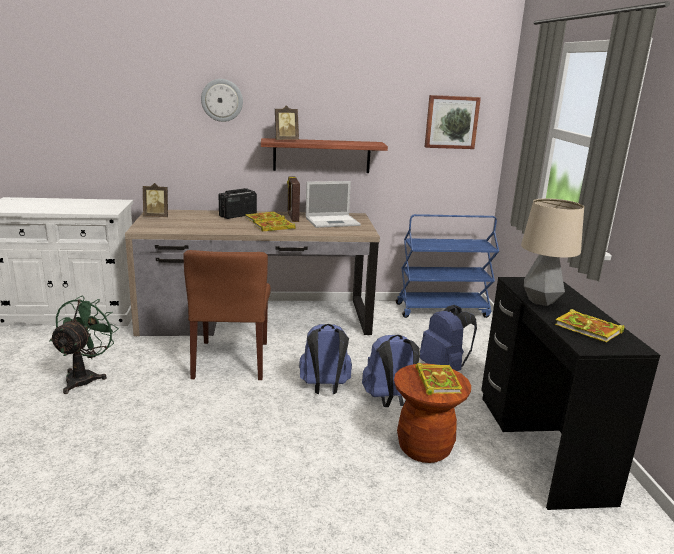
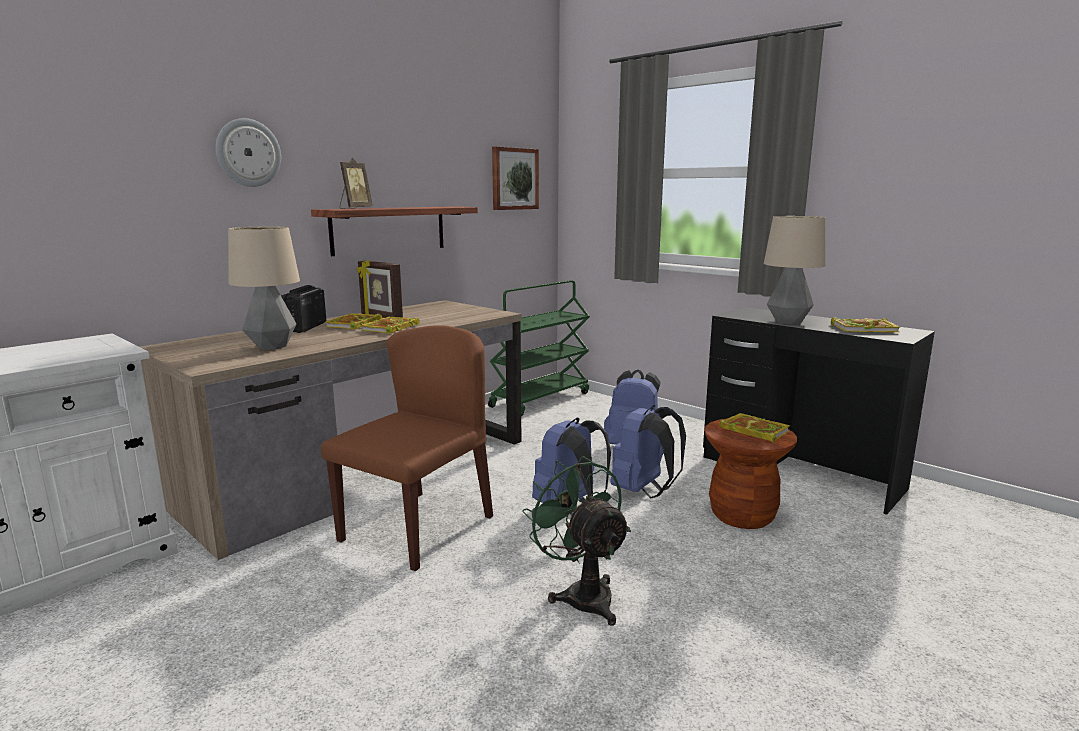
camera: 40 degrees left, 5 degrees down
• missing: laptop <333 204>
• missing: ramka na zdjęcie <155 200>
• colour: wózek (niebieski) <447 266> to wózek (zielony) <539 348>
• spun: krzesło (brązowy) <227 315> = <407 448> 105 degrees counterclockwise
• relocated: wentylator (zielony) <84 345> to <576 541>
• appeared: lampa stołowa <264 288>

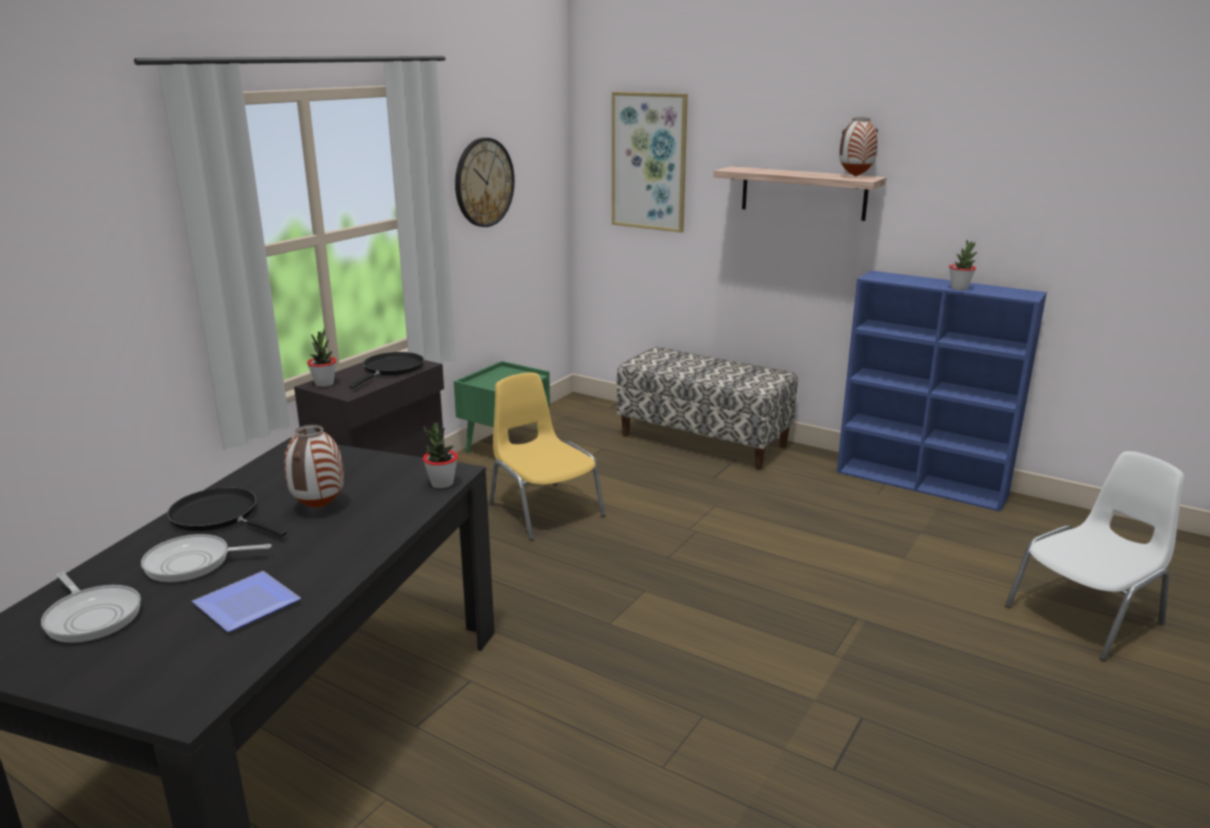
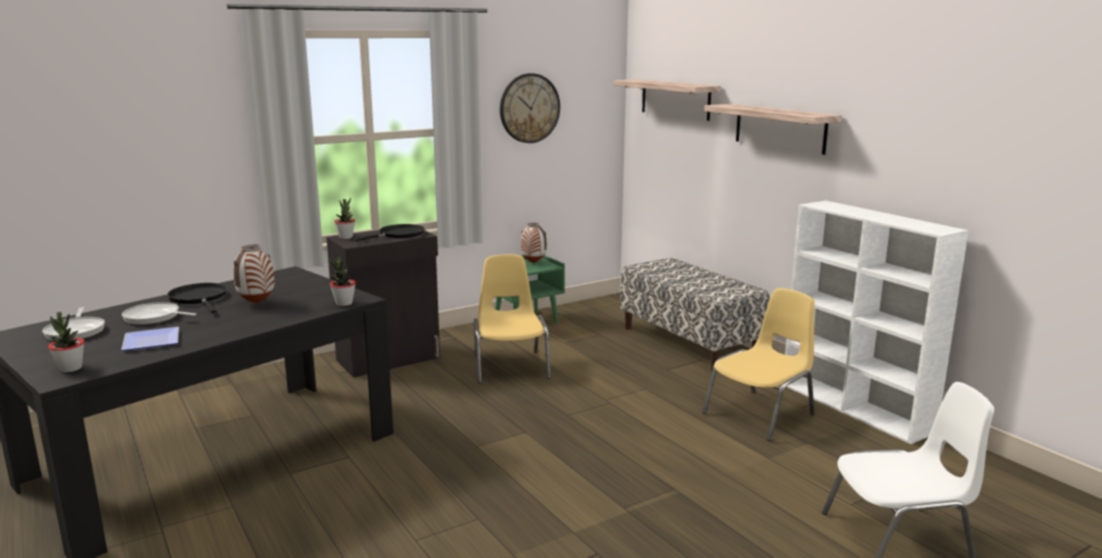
camera: 25 degrees right, 5 degrees down
• exchanged: obraz <650 162> to półka <667 100>
• relocated: wazon <858 147> to <534 243>
• relocated: roślina doniczkowa <963 265> to <66 342>
• colour: regał (niebieski) <942 391> to regał (biały) <877 322>
• appeared: krzesło (żółty) <758 364>

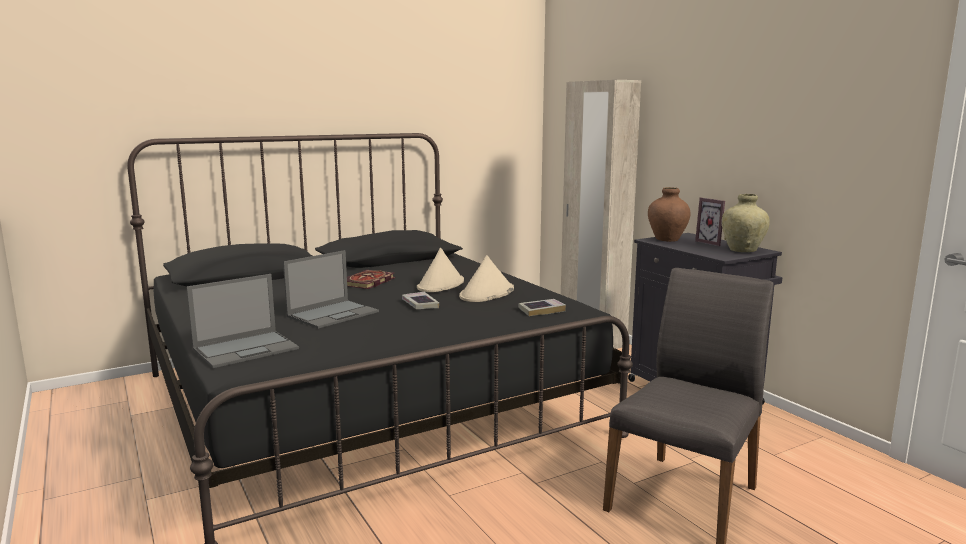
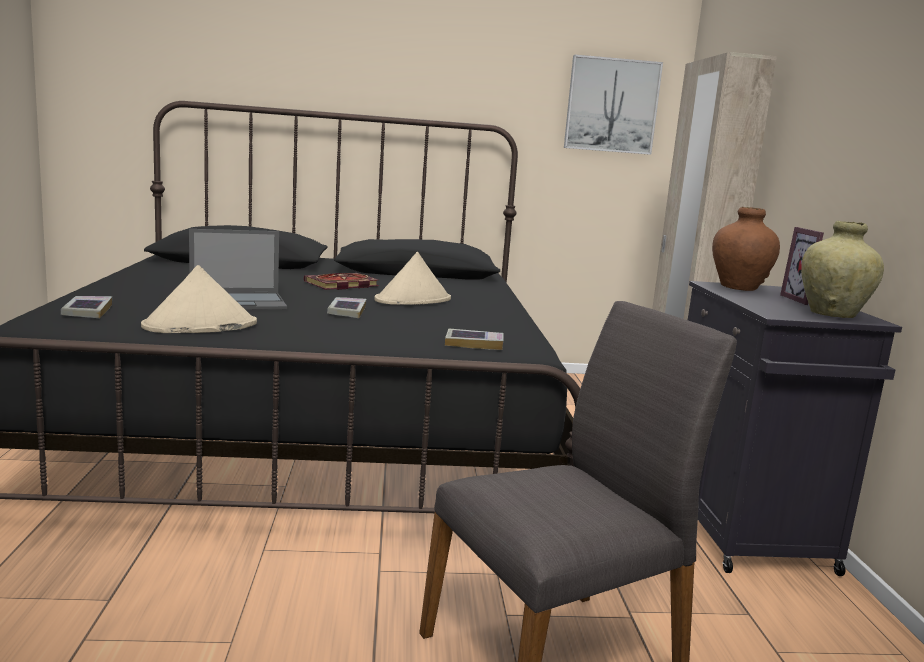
camera: 25 degrees right, 0 degrees up
• relocated: kapelusz (beżowy) <486 278> to <199 299>
• exchanged: laptop <242 321> to książka <86 307>
• appeared: obraz <613 105>

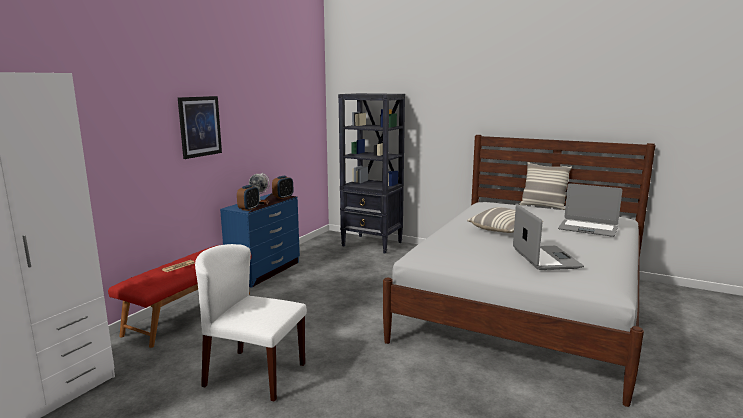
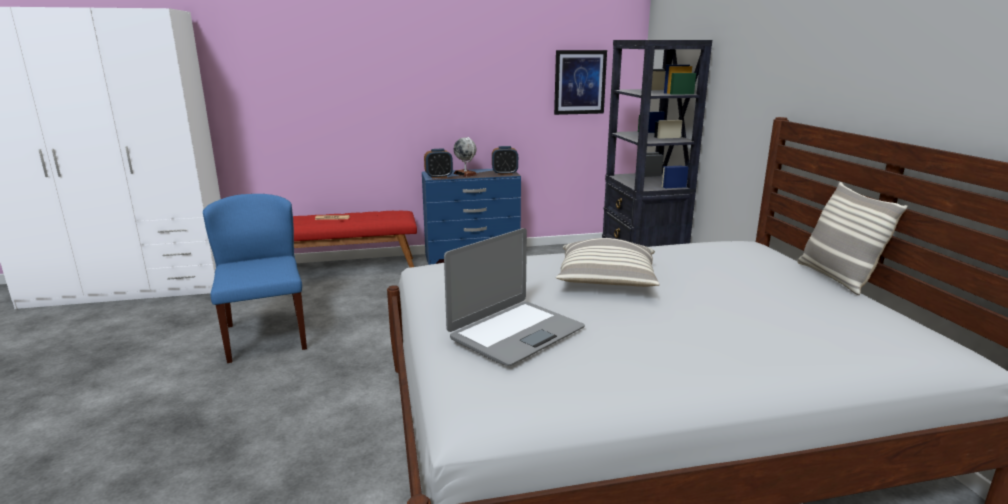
camera: 50 degrees right, 5 degrees up
• relocated: obraz <200 127> to <580 82>
• missing: laptop <590 210>
• colour: krzesło (biały) <251 323> to krzesło (niebieski) <255 278>

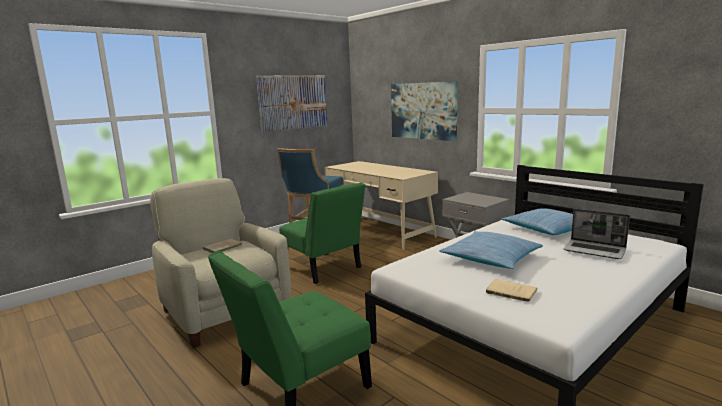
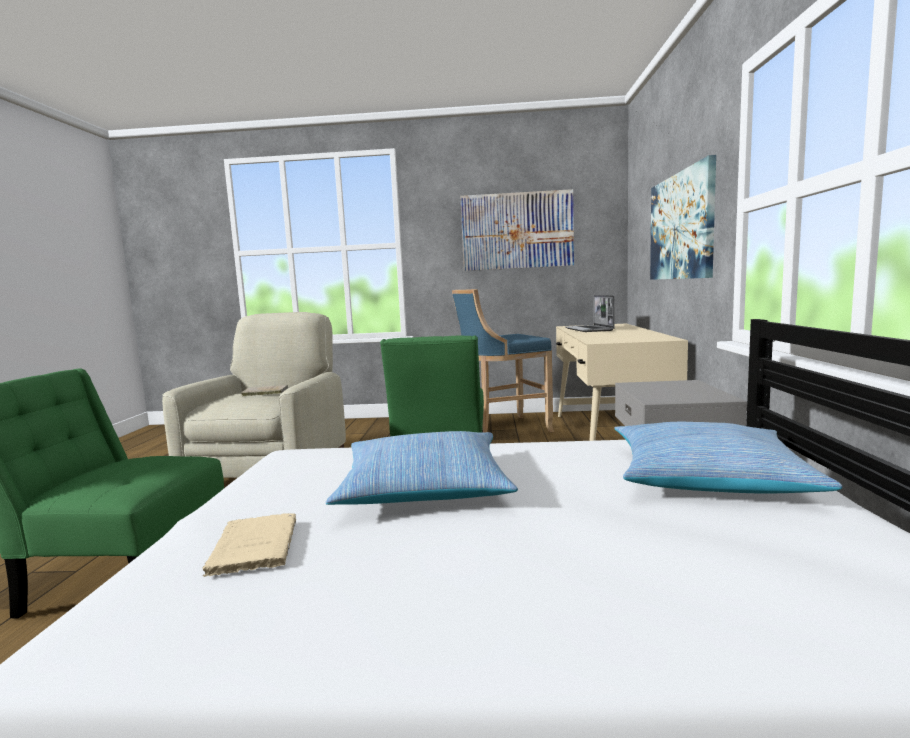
camera: 45 degrees right, 5 degrees down
• relocated: laptop <597 234> to <589 313>

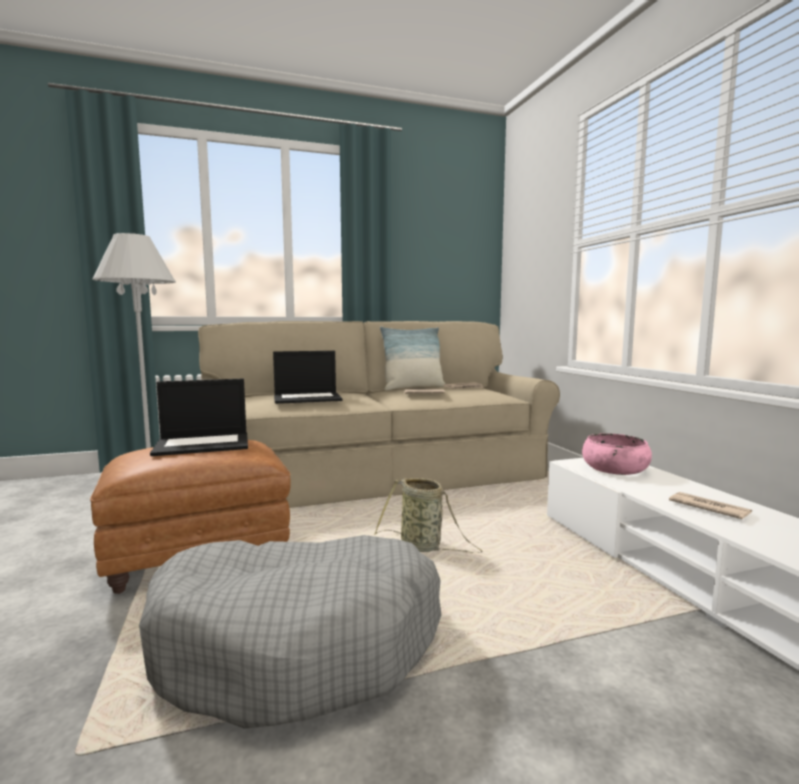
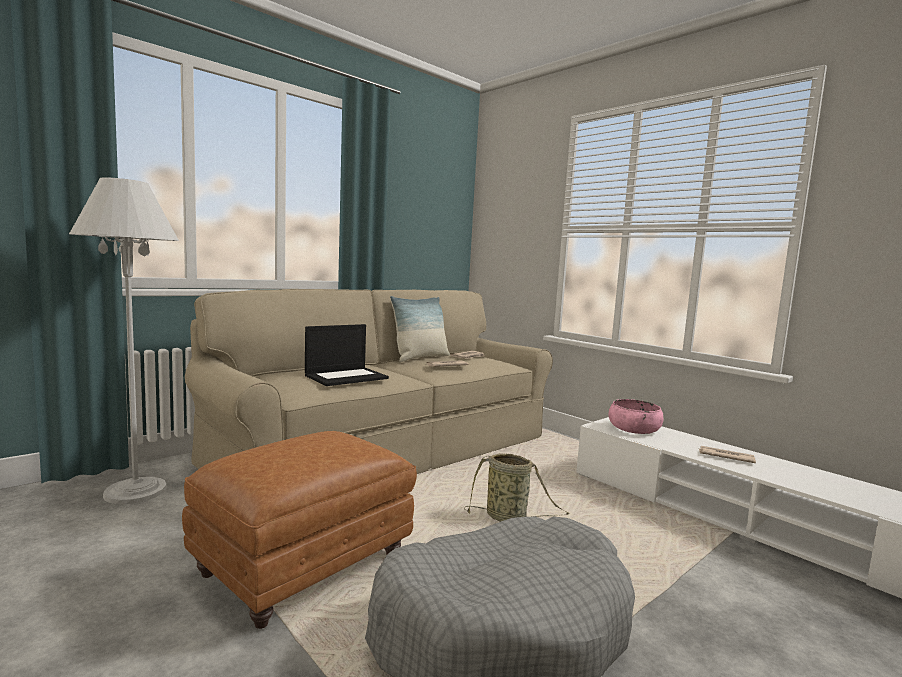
camera: 25 degrees left, 0 degrees up
• missing: laptop <199 417>

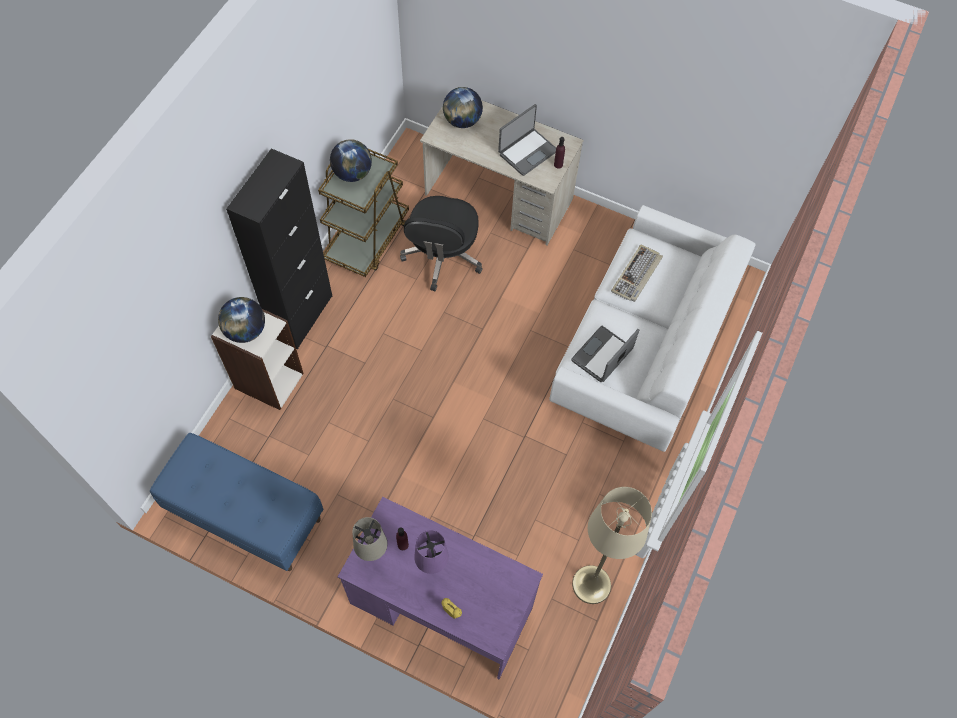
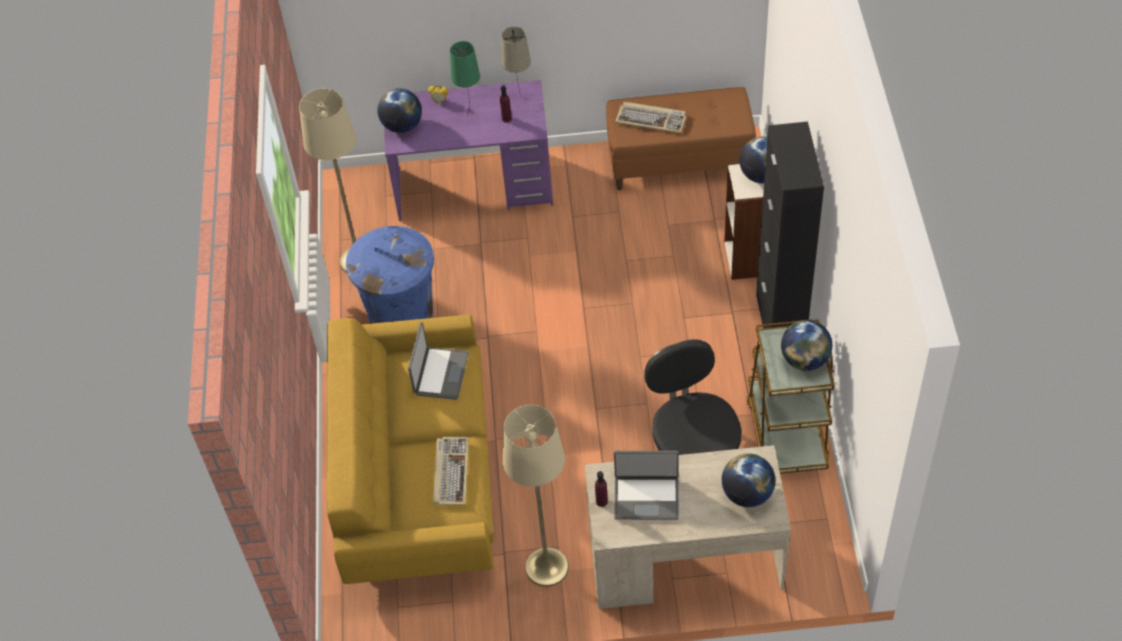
camera: 155 degrees right, 10 degrees down
• spun: laptop <527 140> = <646 485> 105 degrees counterclockwise
• colour: kanapa (biały) <652 328> to kanapa (żółty) <410 449>
• colour: ławka (niebieski) <236 502> to ławka (brązowy) <681 138>
• colour: lampa stołowa (fioletowy) <431 552> to lampa stołowa (zielony) <465 79>
• appeared: globus <399 110>
• appeared: klawiatura <650 117>
• appeared: kosz na śmieci (niebieski) <390 275>
• appeared: lampa stojąca (beżowy) <536 496>

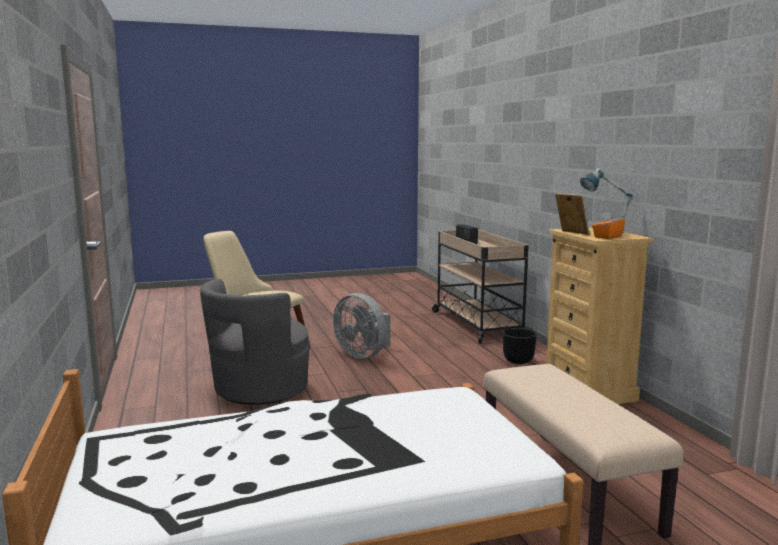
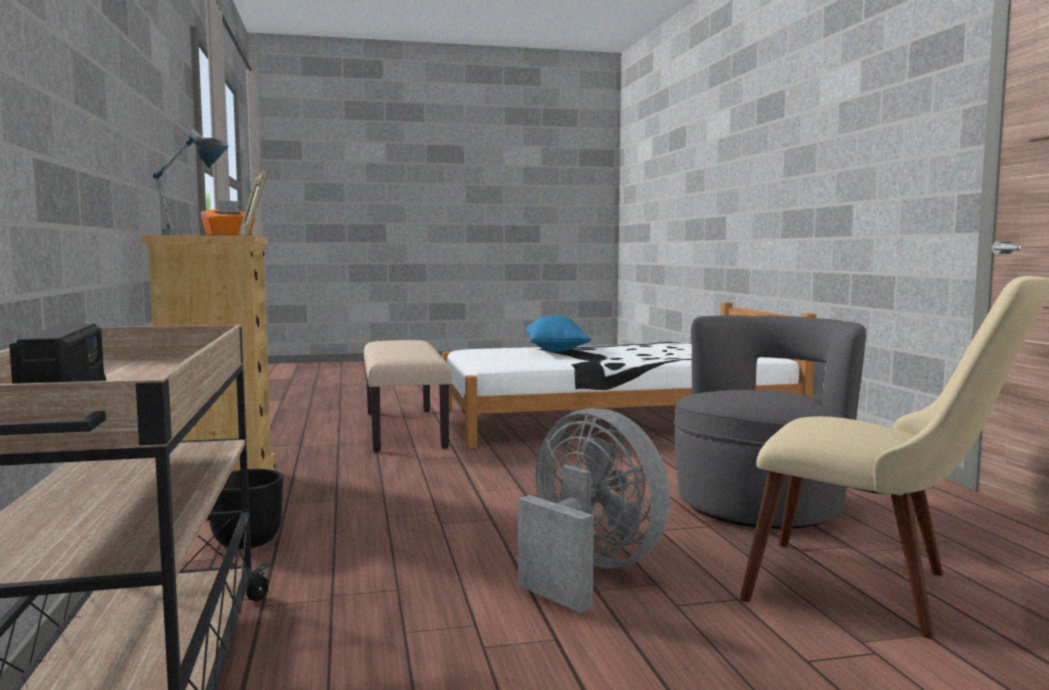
camera: 175 degrees left, 5 degrees down
• appeared: poduszka (niebieski) <558 333>

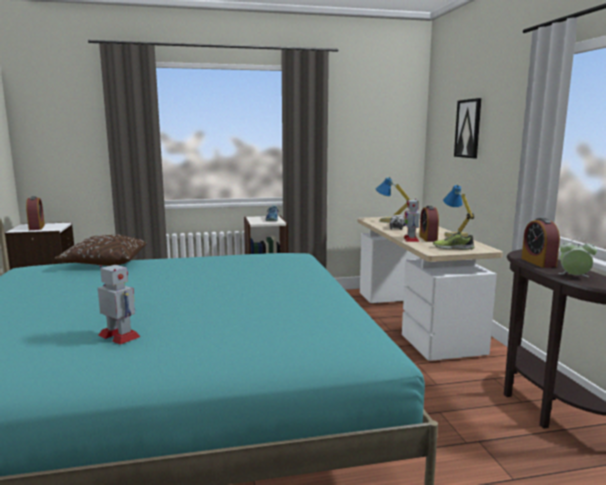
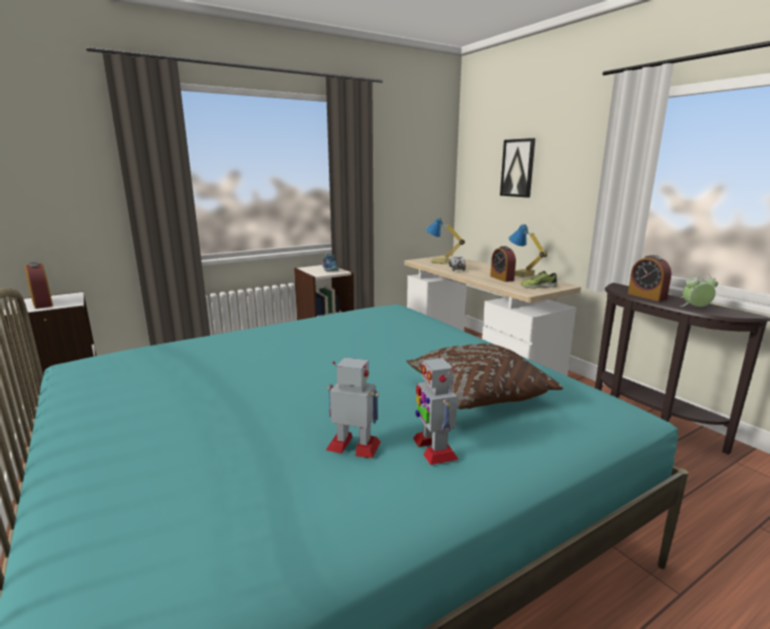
camera: 20 degrees left, 5 degrees up
• relocated: robot zabawkowy <412 220> to <436 410>
• relocated: poduszka (brązowy) <101 250> to <484 376>

